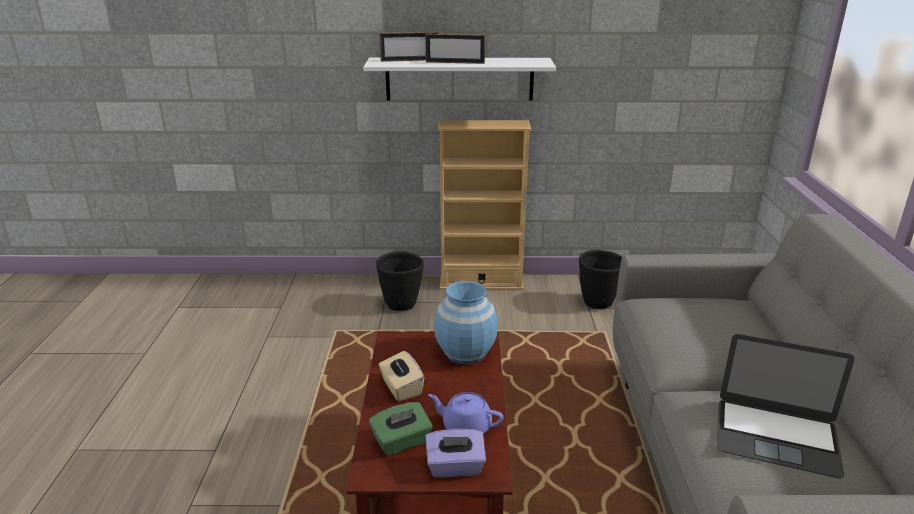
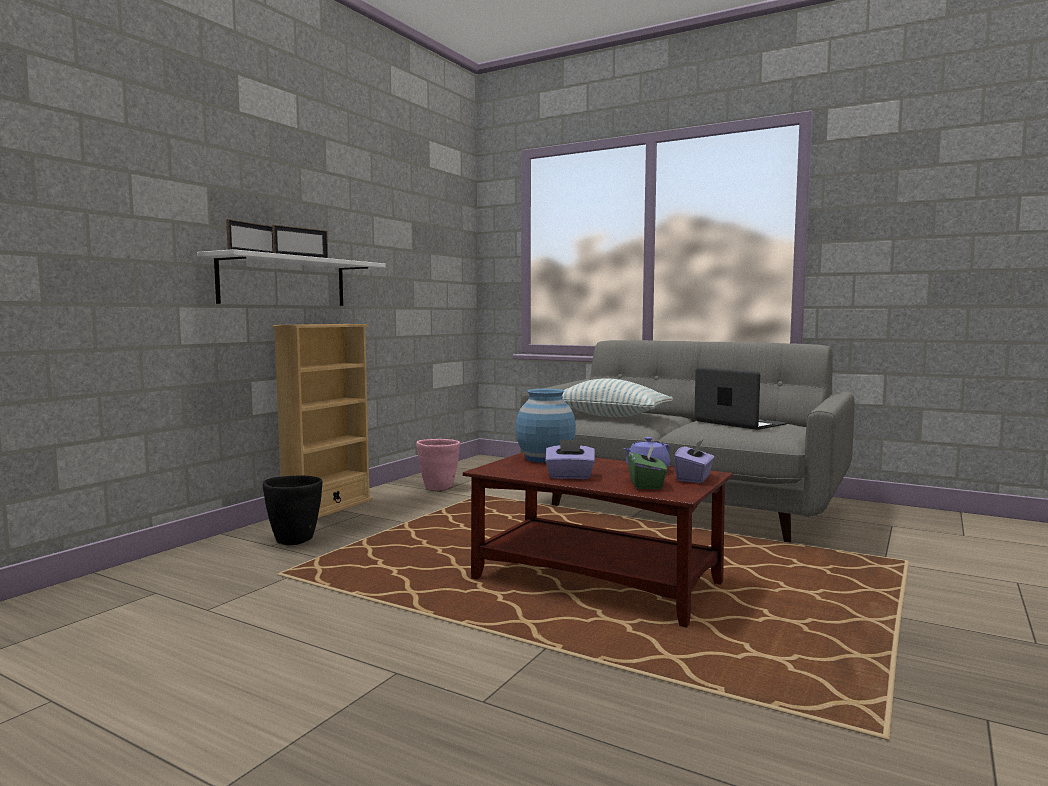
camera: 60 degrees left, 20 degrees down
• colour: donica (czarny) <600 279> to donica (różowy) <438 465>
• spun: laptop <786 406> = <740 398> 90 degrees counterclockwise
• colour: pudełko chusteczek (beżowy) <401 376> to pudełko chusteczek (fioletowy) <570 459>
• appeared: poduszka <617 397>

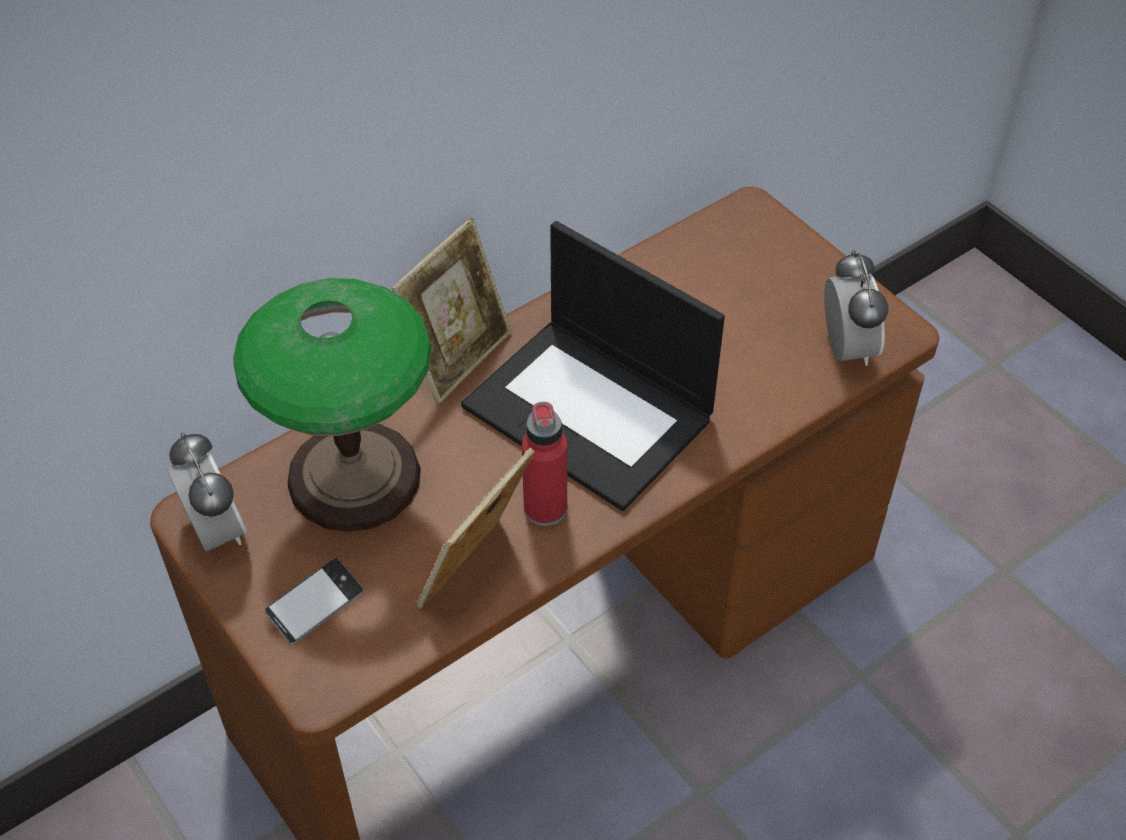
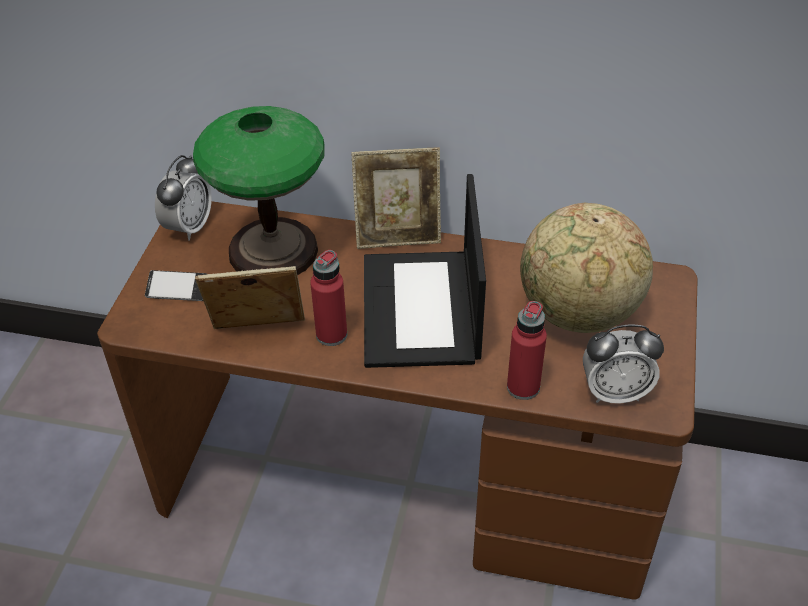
camera: 50 degrees right, 5 degrees down
• spun: budzik <856 308> = <623 364> 45 degrees clockwise
• appeared: globus <586 267>
• appeared: butelka (czerwony) <527 350>

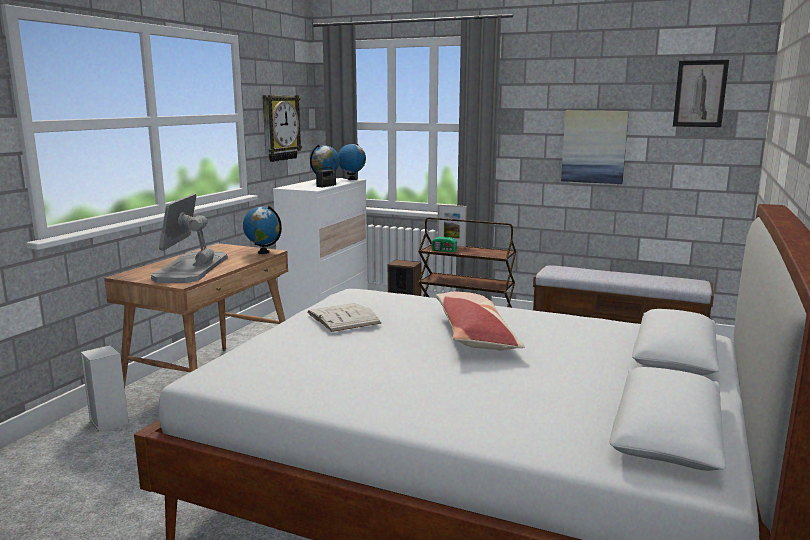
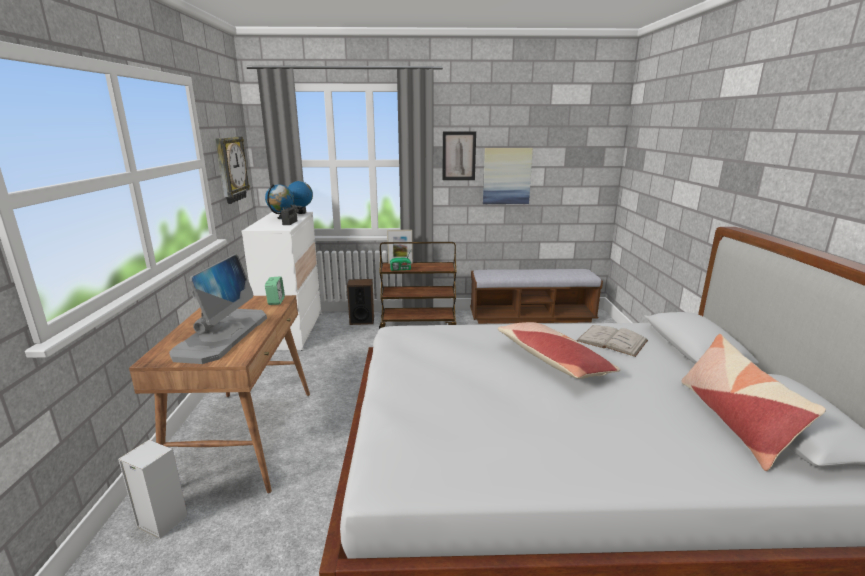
camera: 25 degrees left, 5 degrees up
• relocated: obraz <701 93> to <459 155>
• spun: monitor <189 238> = <218 309> 150 degrees counterclockwise
• exchanged: globus <262 230> to budzik <275 291>
• relocated: książka (biały) <344 317> to <612 341>
• appeared: poduszka <753 402>

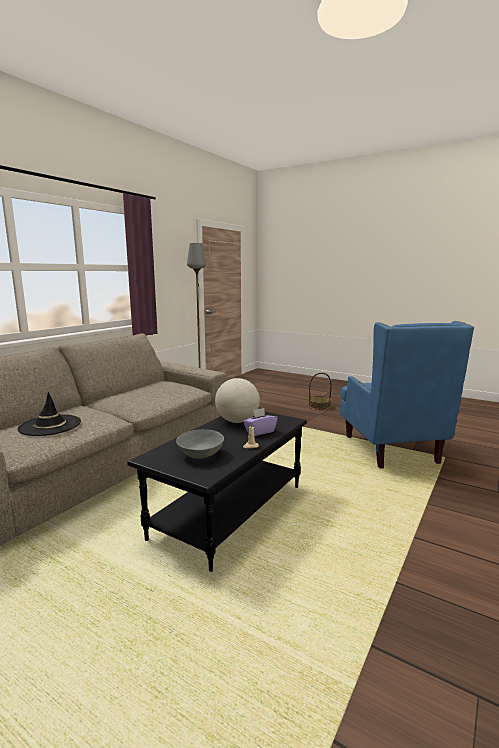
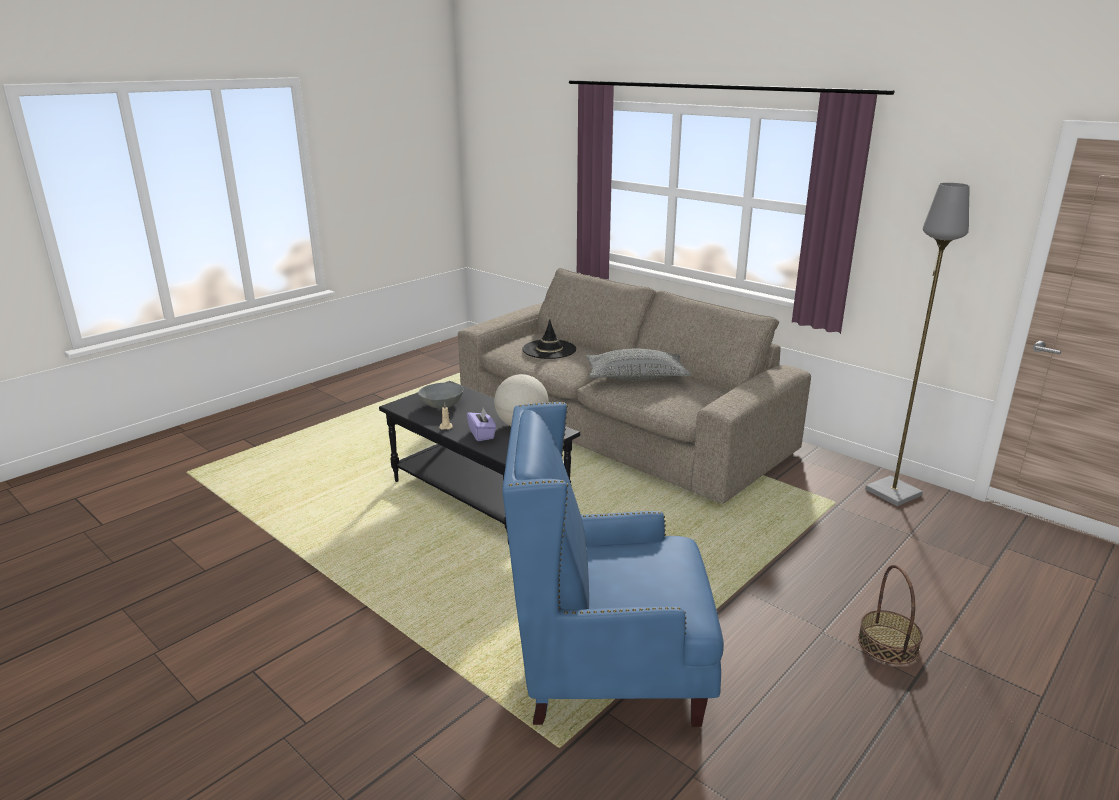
camera: 100 degrees right, 10 degrees up
• appeared: poduszka (szary) <638 364>

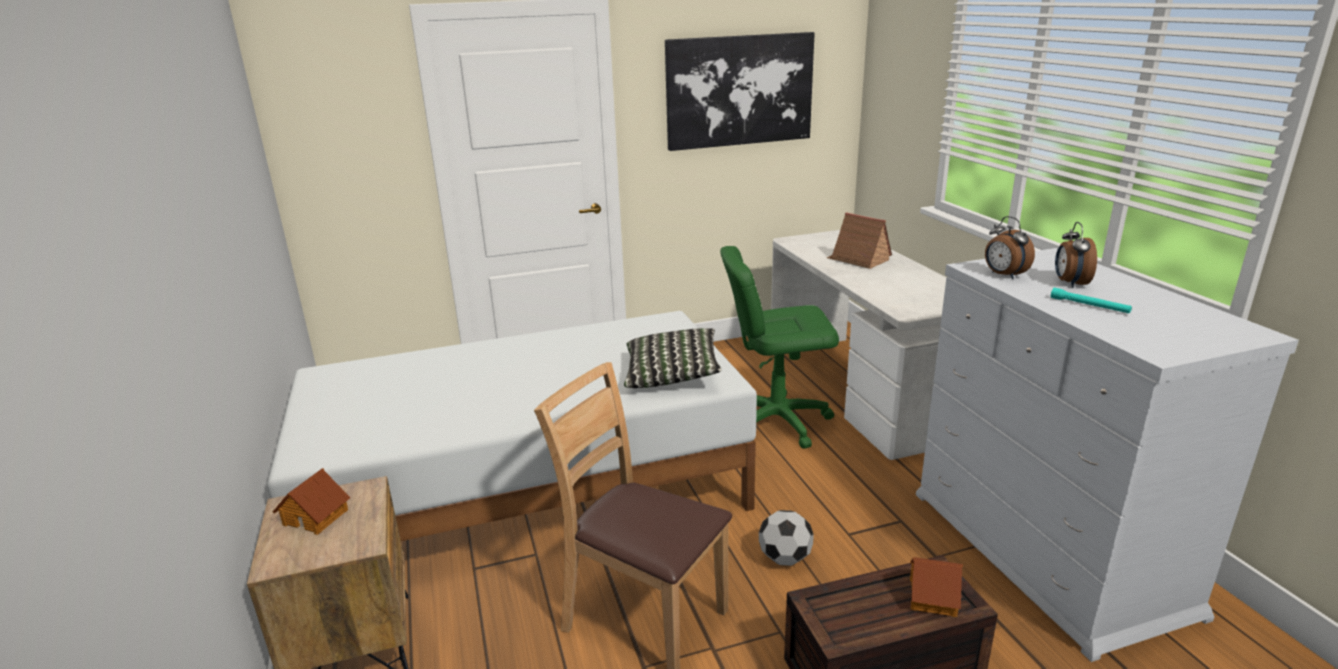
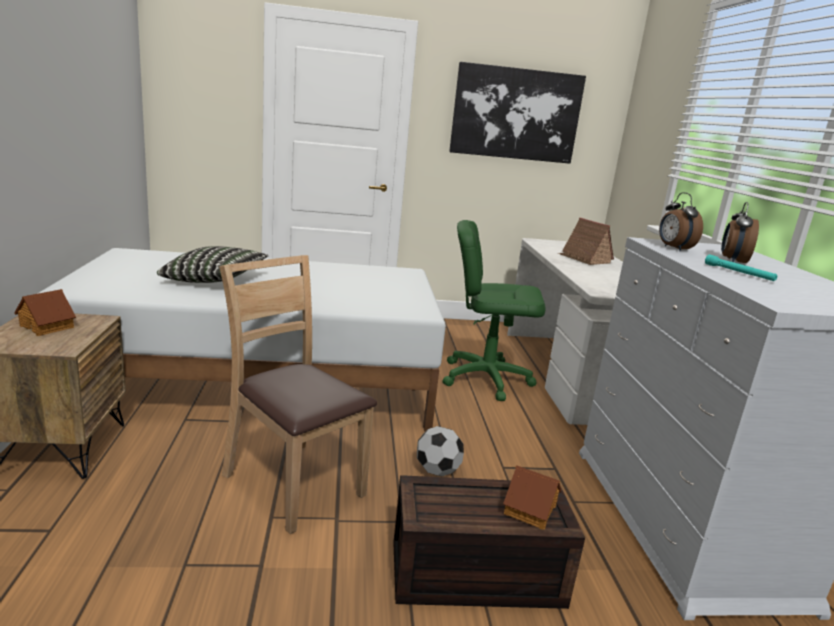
camera: 10 degrees right, 5 degrees down
• relocated: poduszka <673 358> to <212 264>

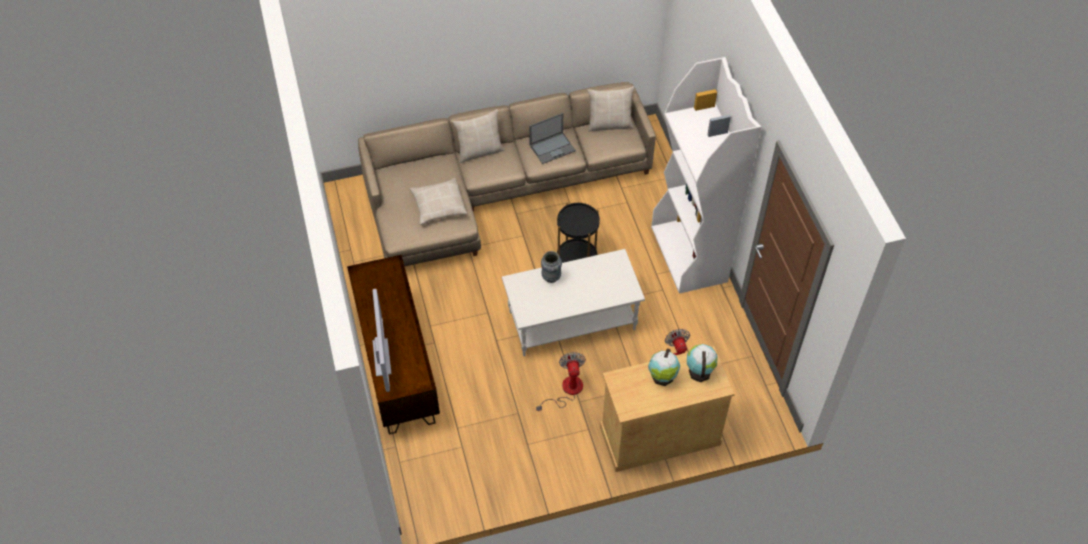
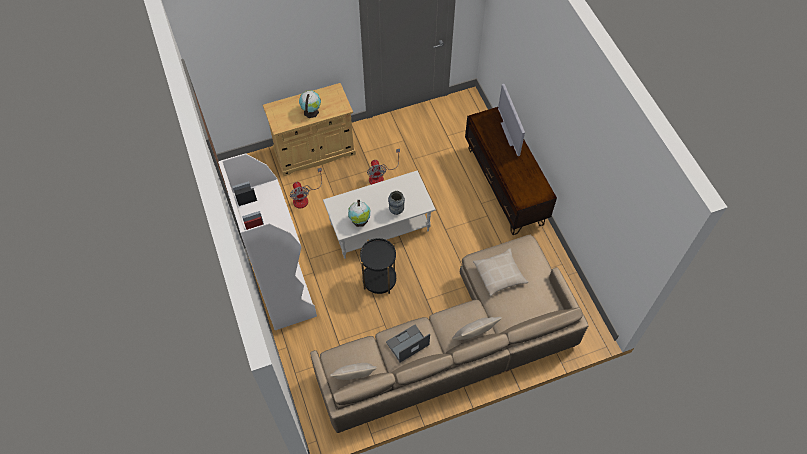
camera: 175 degrees right, 5 degrees up
• relocated: globus <702 363> to <359 213>

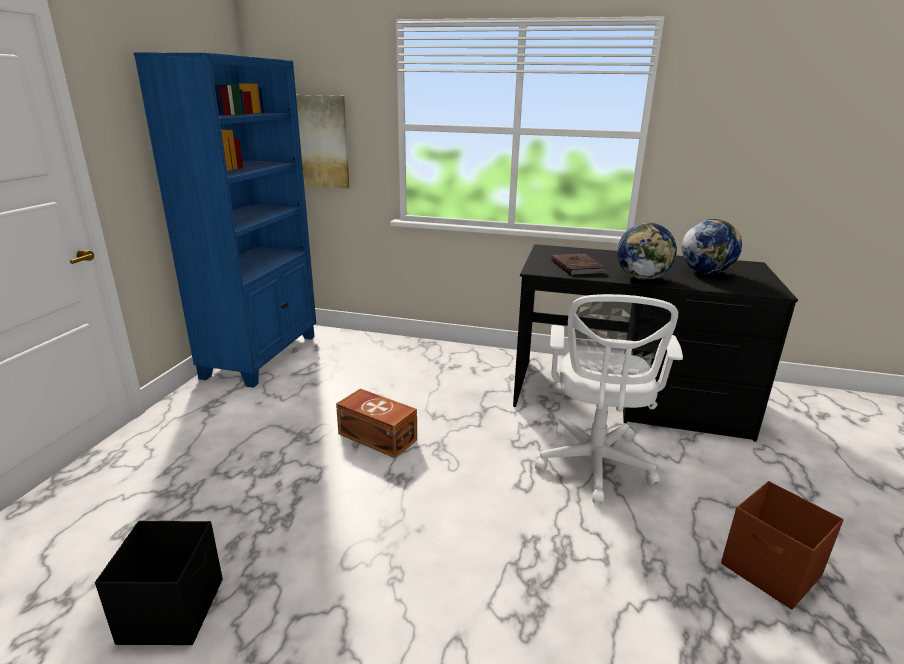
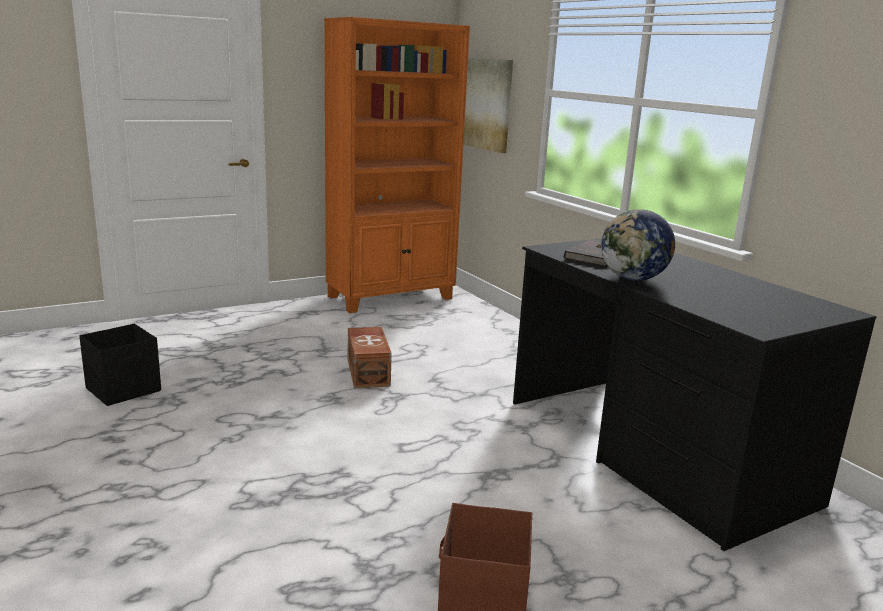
camera: 45 degrees right, 5 degrees down
• colour: regał (niebieski) <225 220> to regał (pomarańczowy) <397 165>
• missing: globus <712 246>
• missing: krzesło biurowe (biały) <609 399>

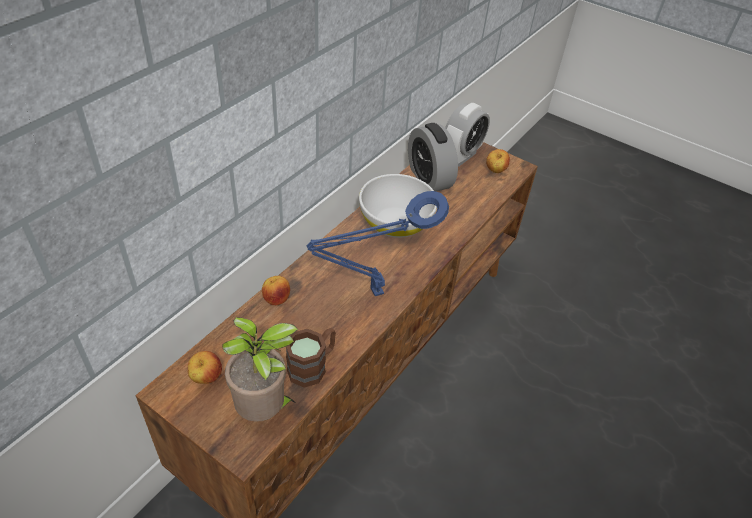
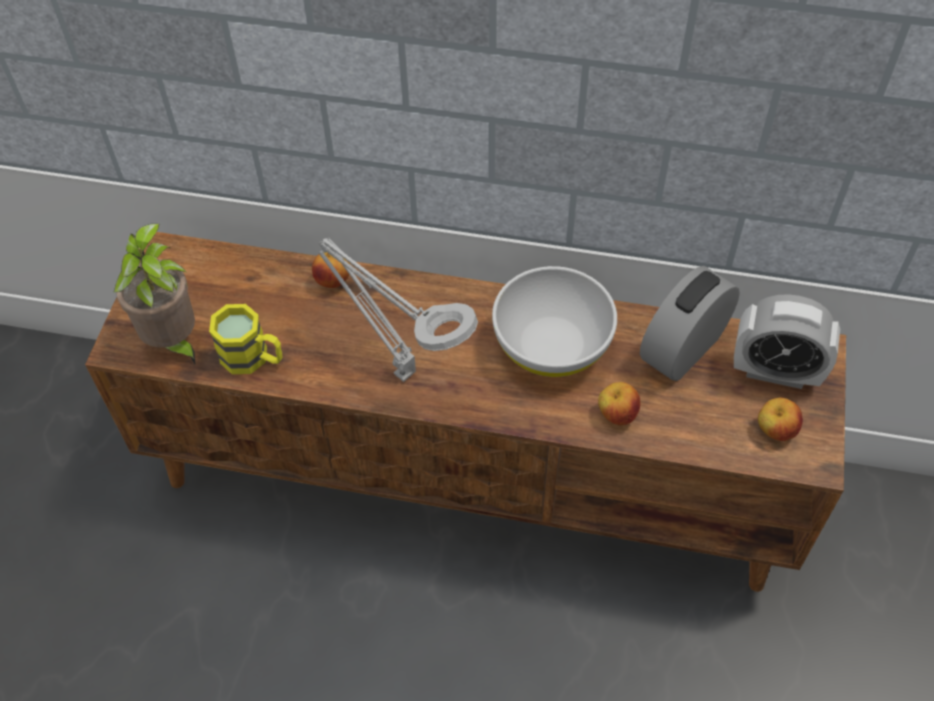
camera: 70 degrees right, 10 degrees up
• colour: lampa stołowa (niebieski) <377 243> to lampa stołowa (szary) <398 310>
• colour: kubek (brązowy) <311 358> to kubek (żółty) <246 339>
• relocated: jabłko <205 367> to <619 404>

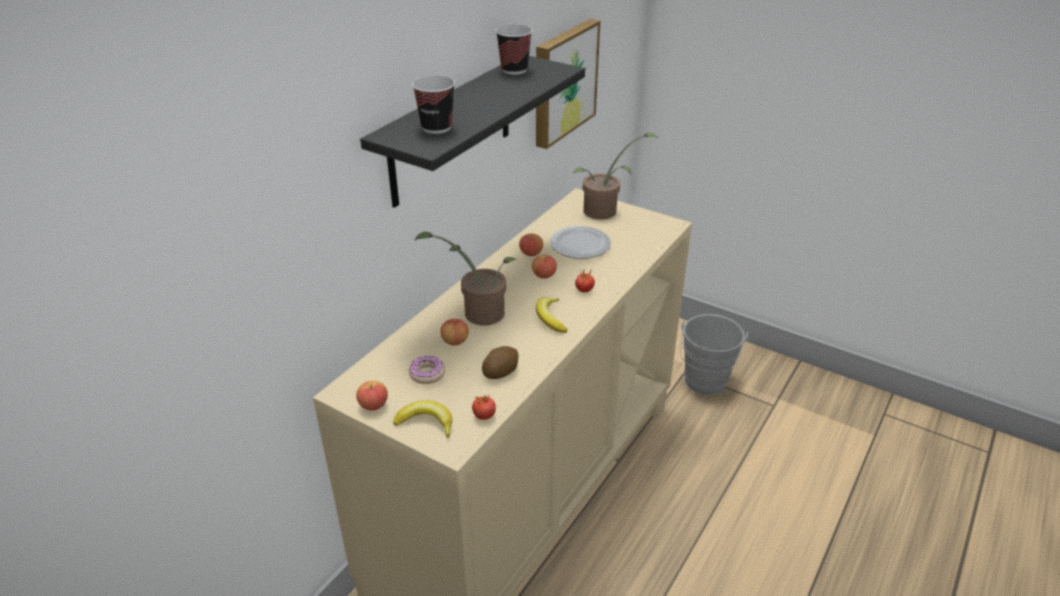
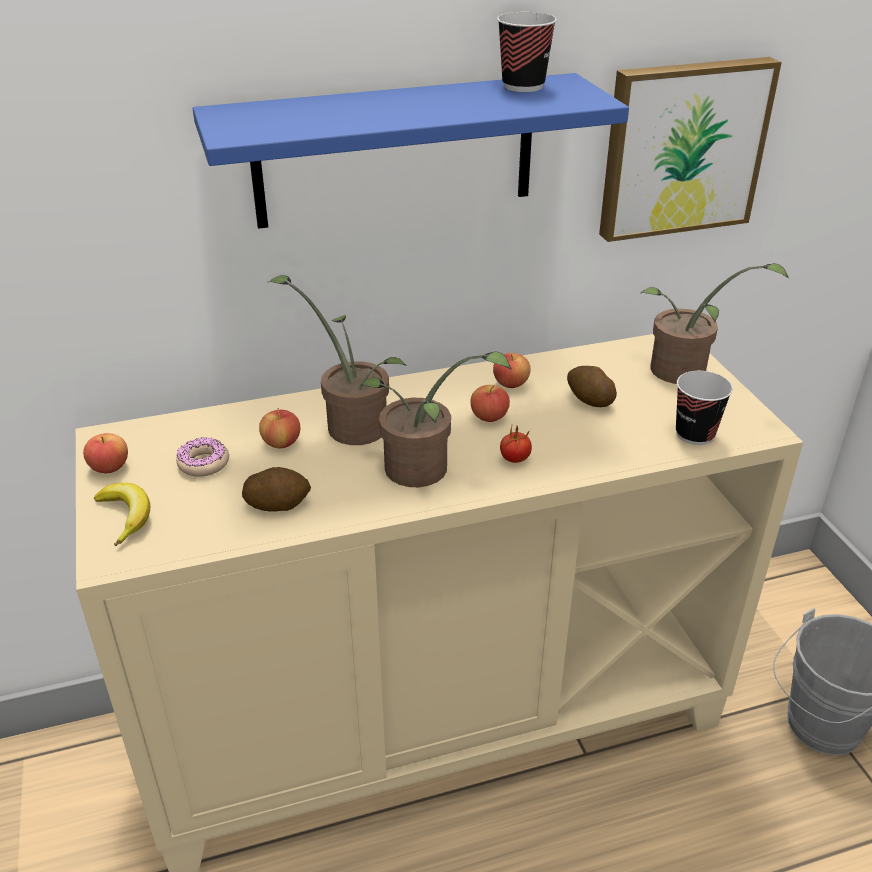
camera: 40 degrees right, 0 degrees up
• colour: półka (czarny) <472 132> to półka (niebieski) <411 151>
• relocated: filiżanka <433 104> to <704 408>
• exchanged: talerz <580 242> to ziemniak <592 386>
• exchanged: banan <552 315> to roślina doniczkowa <435 419>
• missing: pomidor <484 407>

